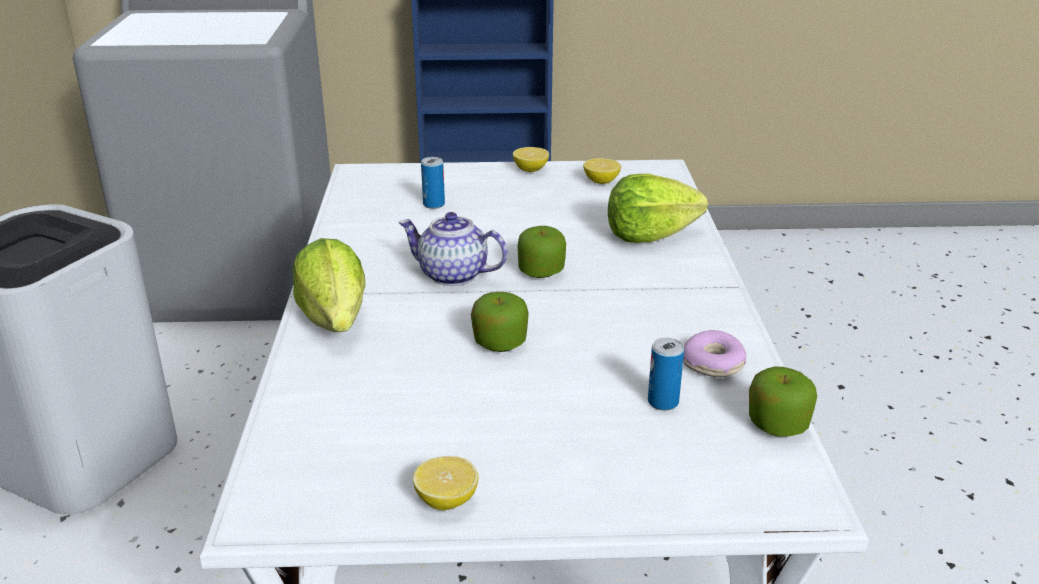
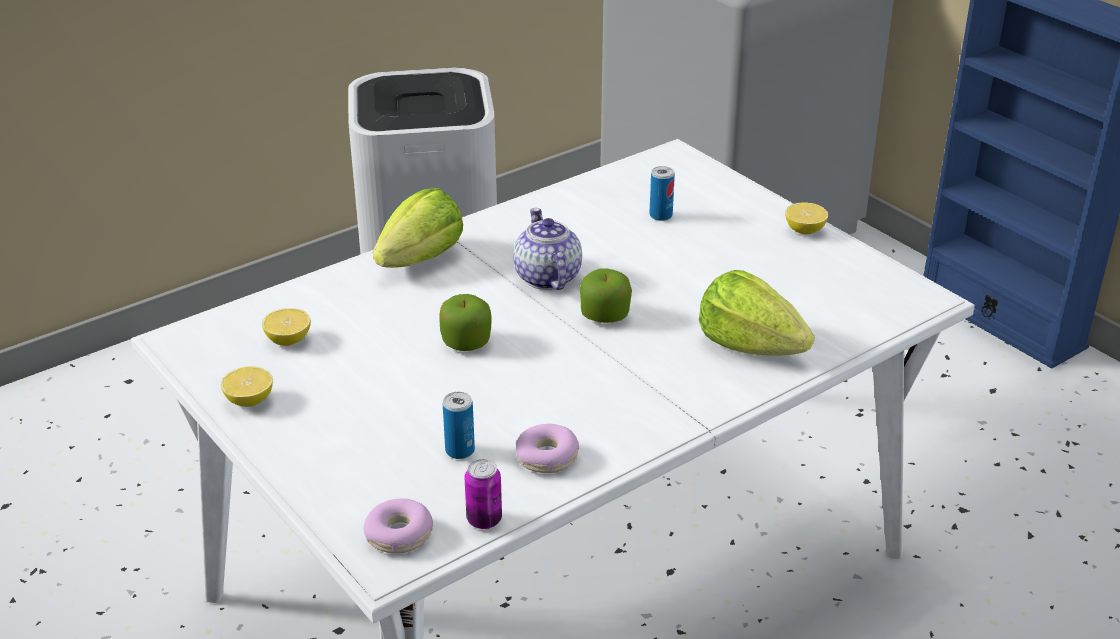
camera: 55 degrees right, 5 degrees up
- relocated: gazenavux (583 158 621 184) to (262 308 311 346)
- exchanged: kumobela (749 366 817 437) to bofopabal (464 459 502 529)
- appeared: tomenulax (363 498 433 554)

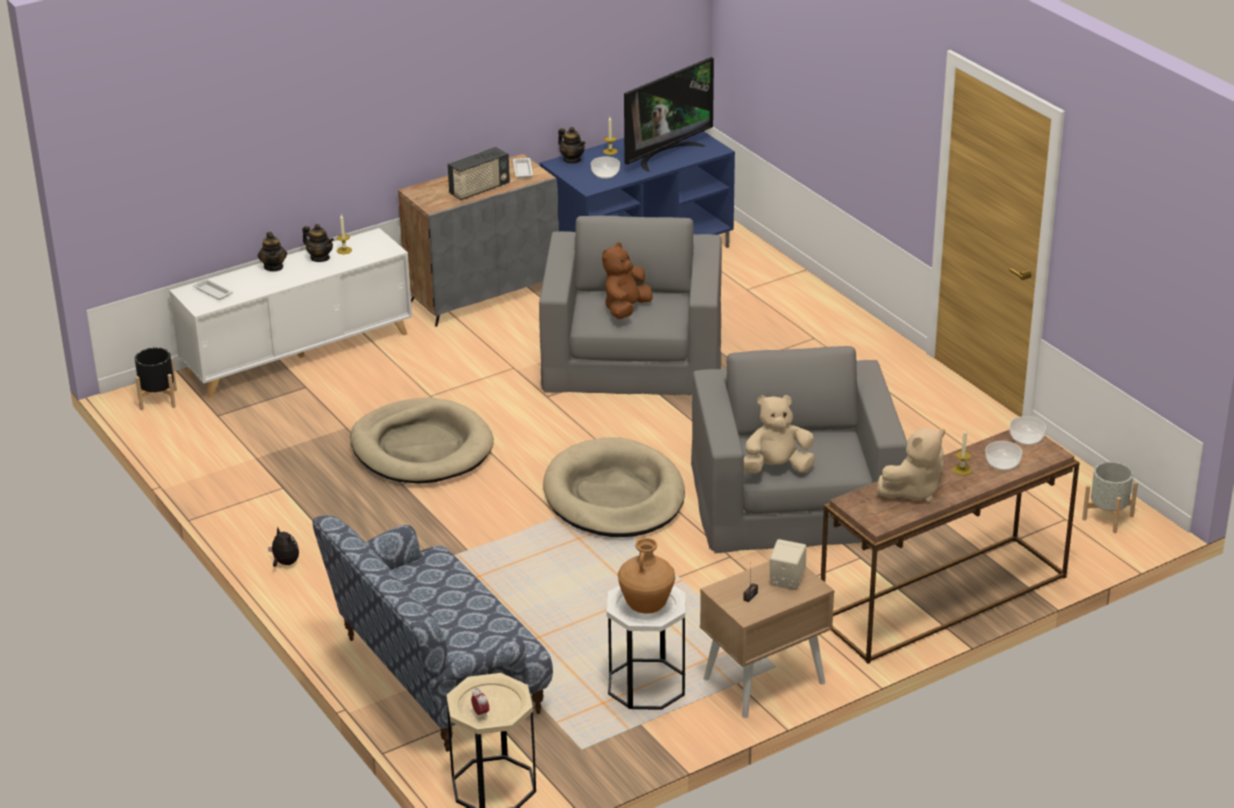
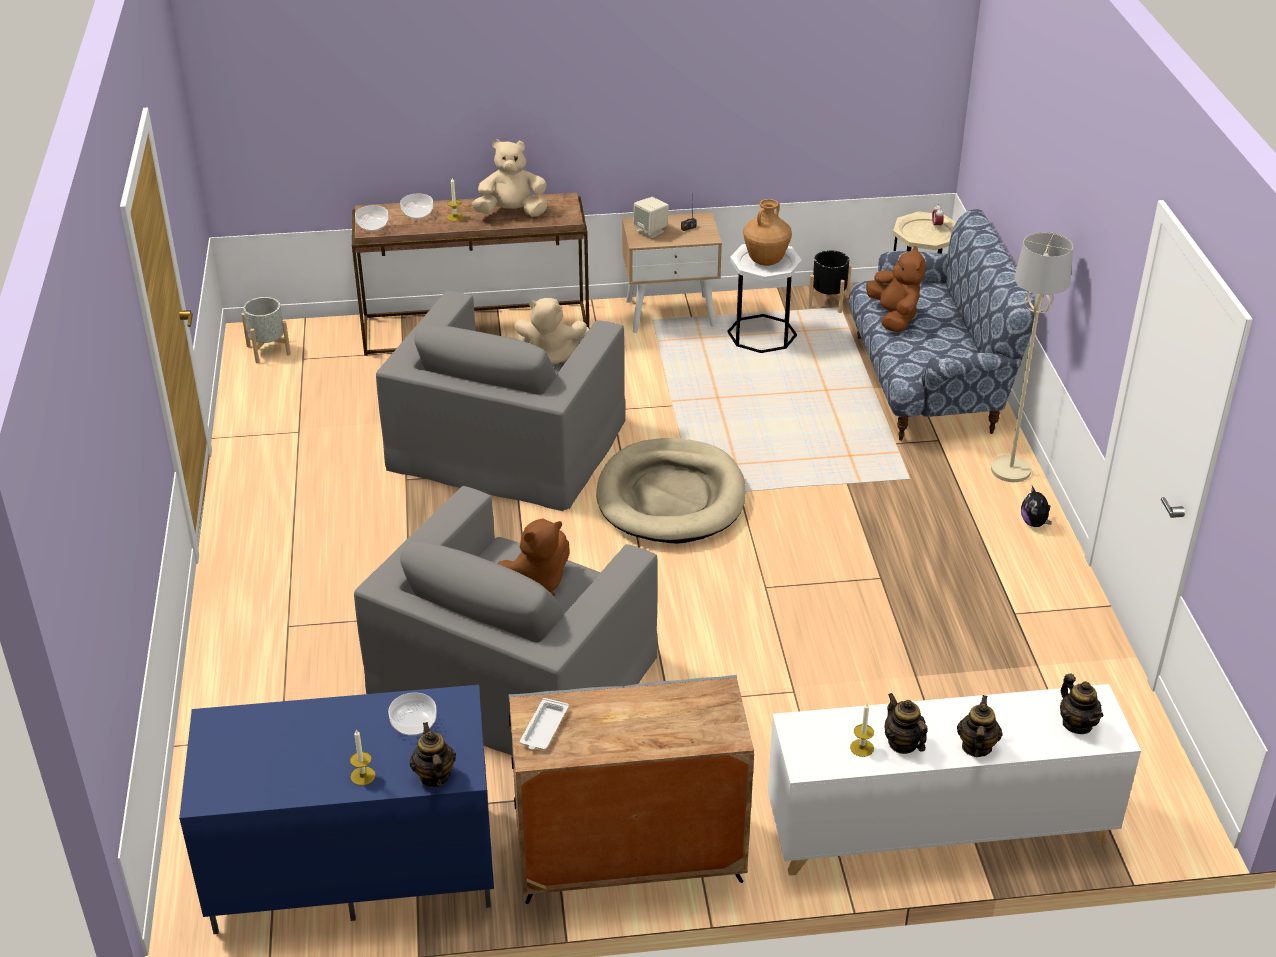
camera: 155 degrees left, 5 degrees up
- missing: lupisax (624 57 714 172)
- missing: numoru (448 147 510 200)
- exchanged: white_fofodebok (193 279 233 300) to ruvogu (1060 674 1103 734)
- relocated: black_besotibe (135 347 177 410) to (808 250 852 313)
- missing: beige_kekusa (351 398 494 484)
- appeared: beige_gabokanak (991 232 1073 482)
- appeared: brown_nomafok (866 246 926 332)

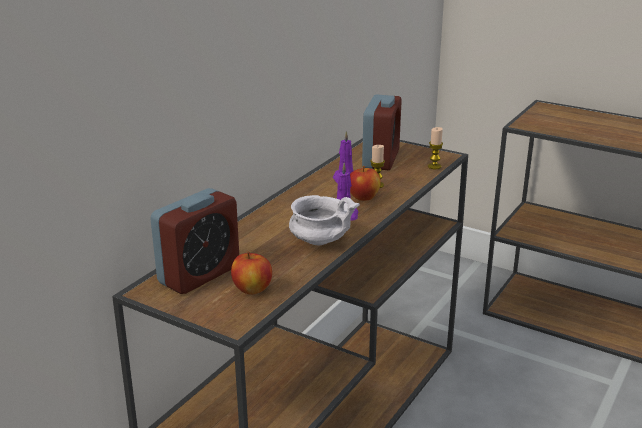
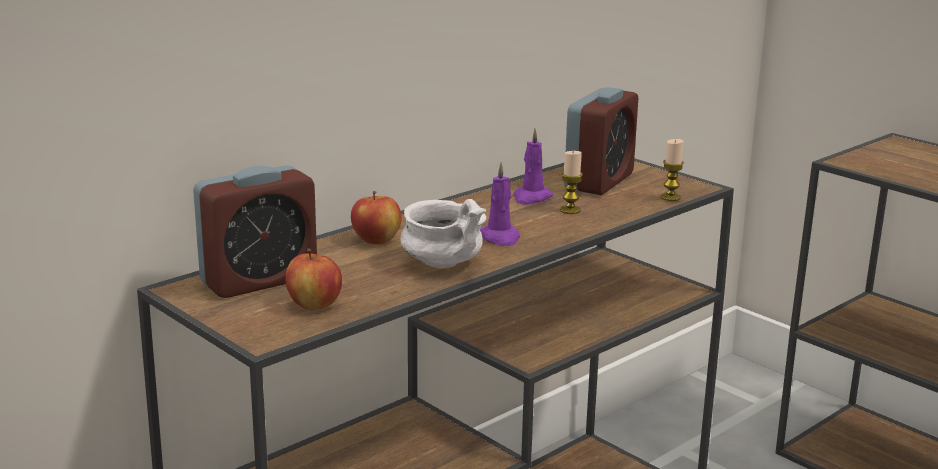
camera: 15 degrees right, 5 degrees down
- relocated: kumobela (350 166 381 201) to (351 191 402 244)

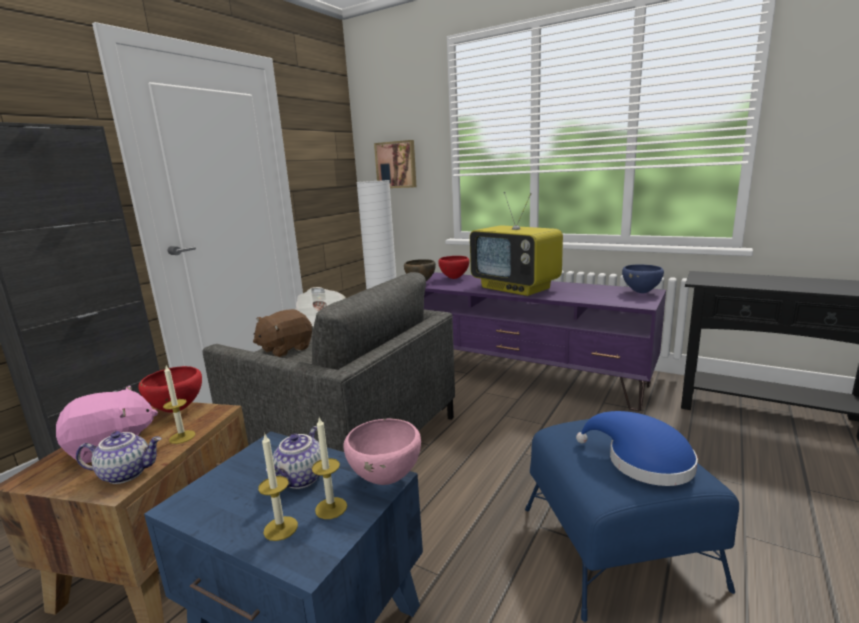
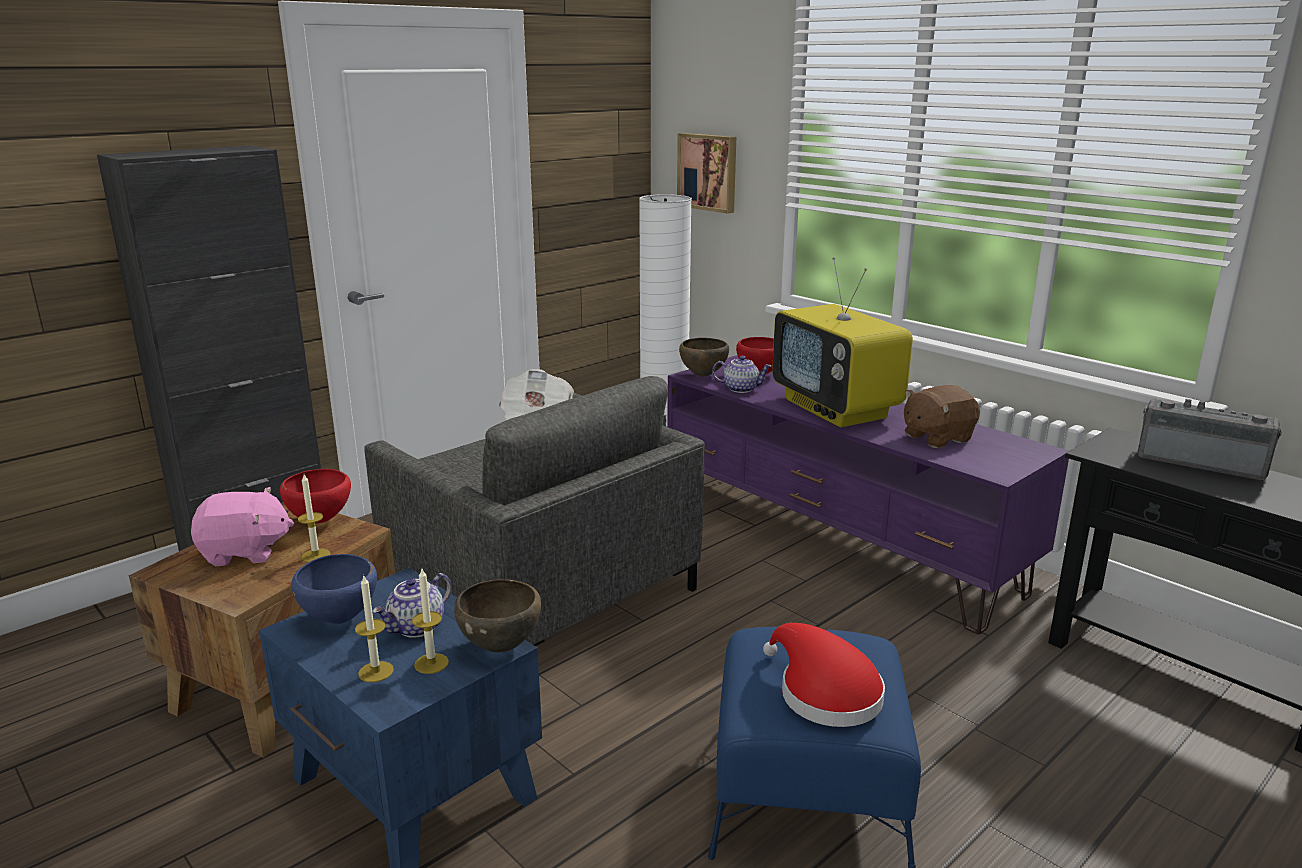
camera: 15 degrees right, 5 degrees up
- relocated: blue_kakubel (622 264 664 293) to (291 554 377 624)
- relocated: brown_nomafok (253 309 312 357) to (904 385 980 448)
- colour: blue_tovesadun (576 411 698 486) to red_tovesadun (763 623 885 727)
- colour: pink_kakubel (344 418 421 485) to brown_kakubel (454 579 541 653)
- relocated: ruvogu (76 431 162 484) to (712 356 772 393)
- appeared: numoru (1138 398 1282 480)

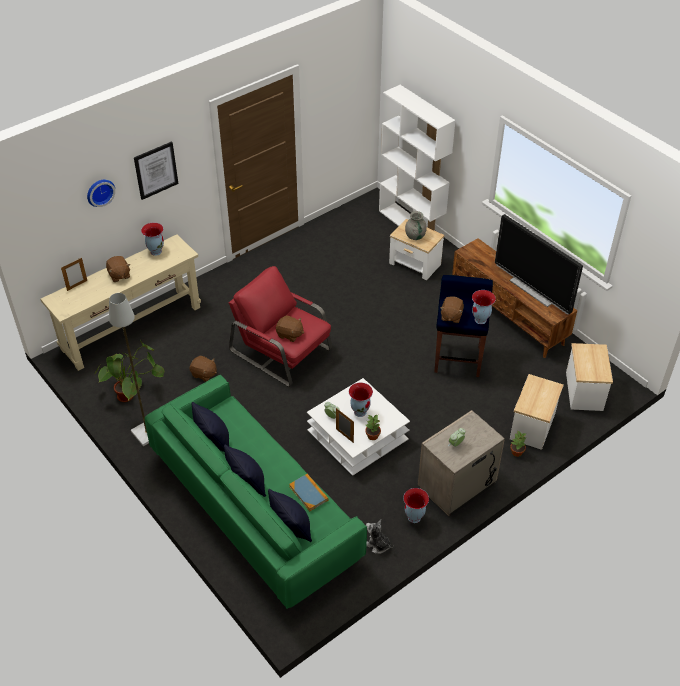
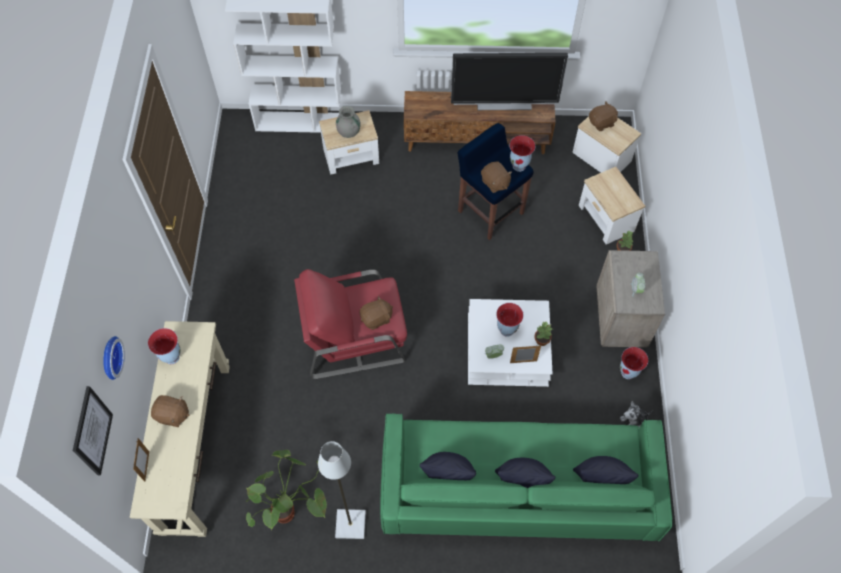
camera: 50 degrees left, 15 degrees up
- relocated: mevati (134 141 179 200) to (73 386 113 475)
- relocated: brown_nomafok (189 356 217 382) to (589 102 618 131)
- missing: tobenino (289 474 329 511)

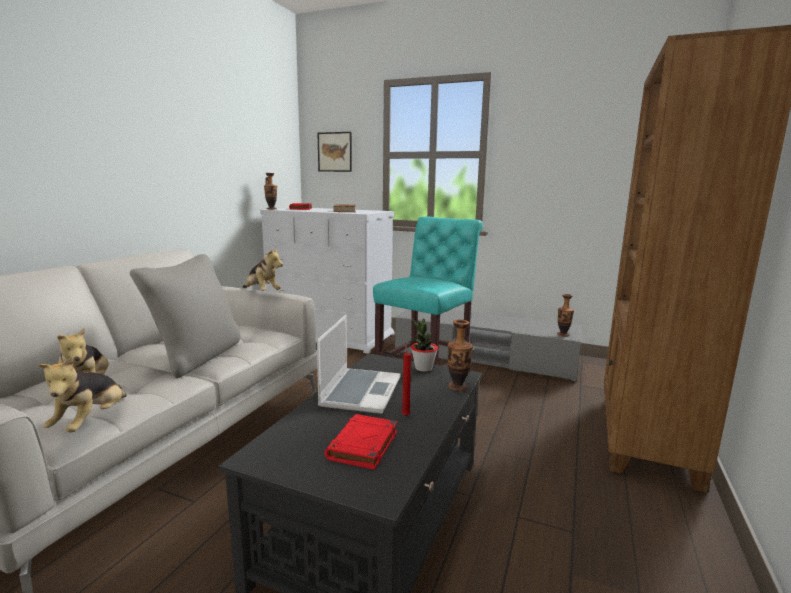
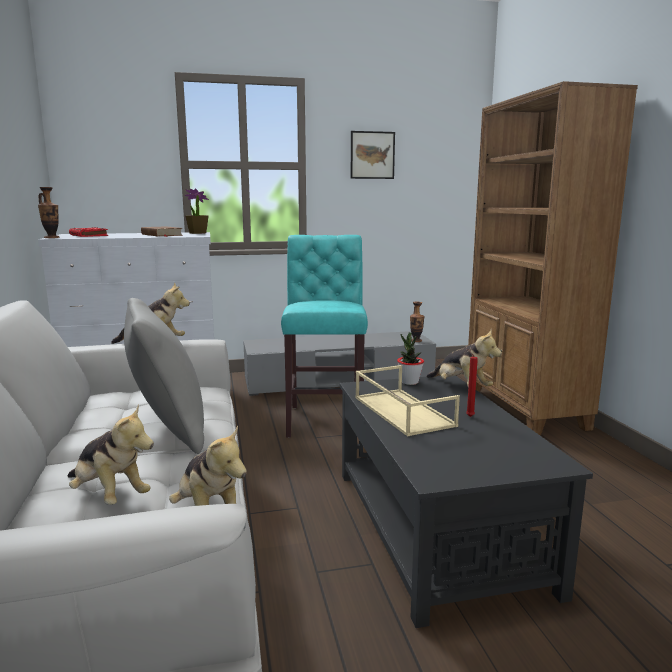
camera: 35 degrees left, 0 degrees up
- relocated: mevati (317 132 352 172) to (351 131 395 179)
- exchanged: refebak (317 315 401 414) to beige_fofodebok (355 365 460 437)
- exchanged: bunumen (448 319 473 391) to nomafok (426 329 502 387)
- missing: red_tobenino (325 414 397 470)
- appeared: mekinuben (185 189 209 234)

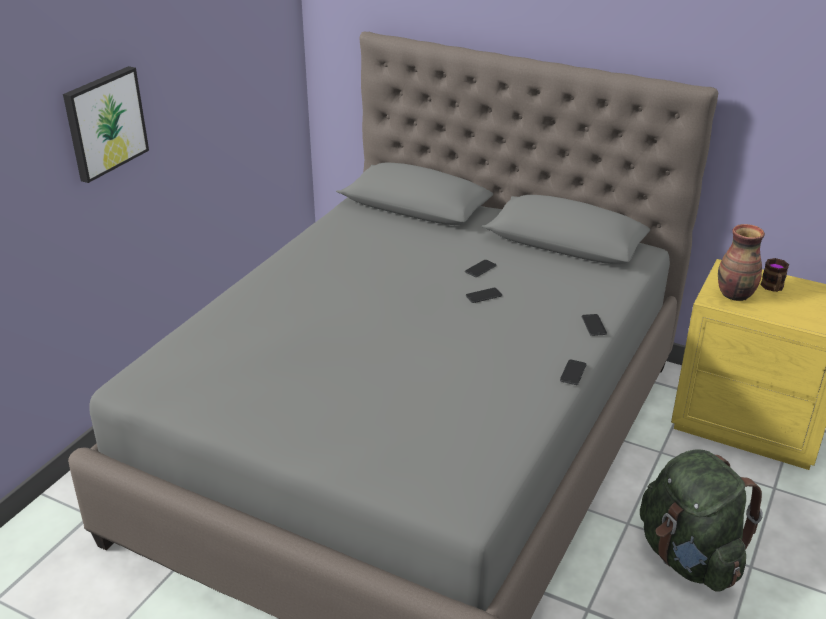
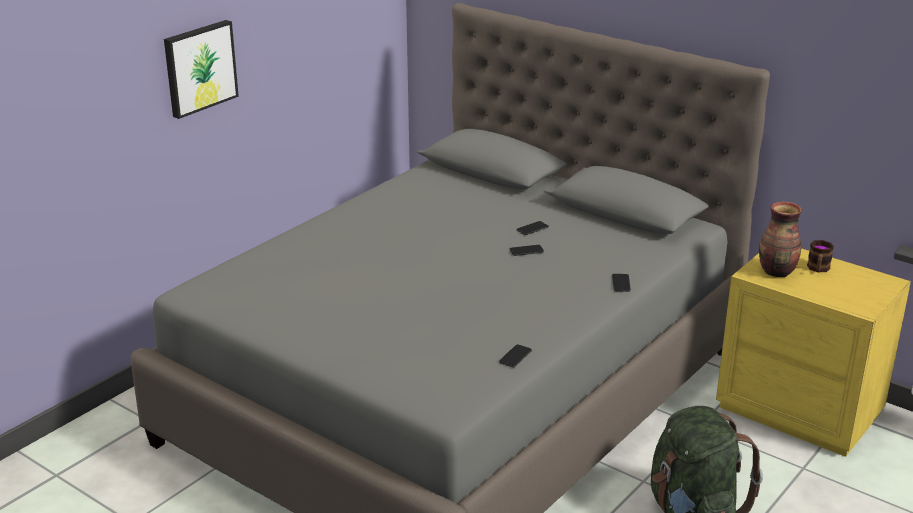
camera: 10 degrees right, 5 degrees down
- relocated: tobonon (560 359 586 385) to (499 345 532 367)

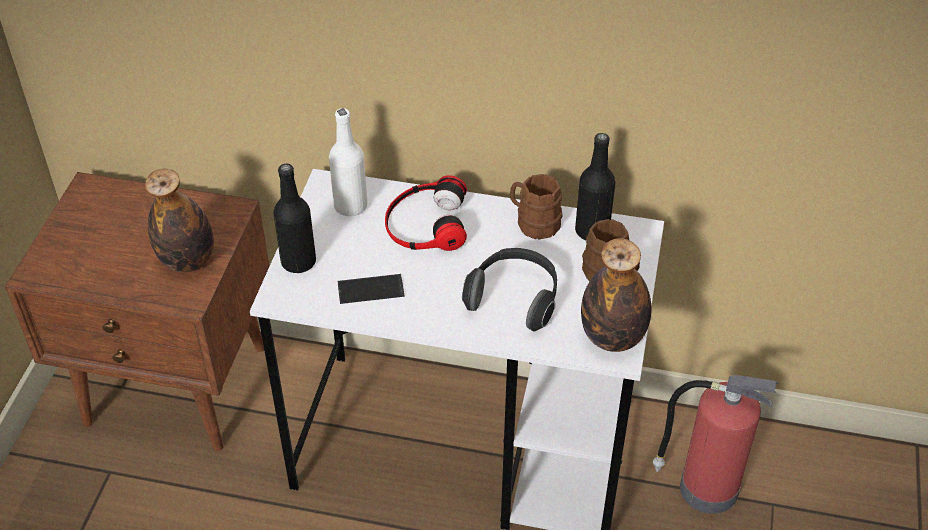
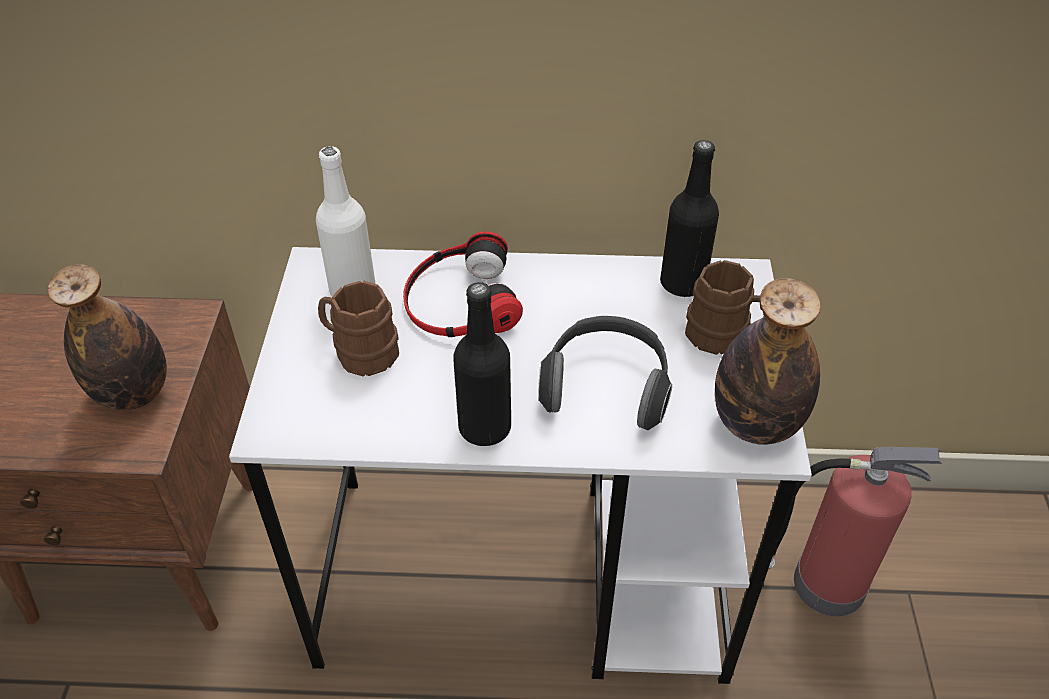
camera: 10 degrees left, 0 degrees up
- relocated: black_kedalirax (273 164 316 273) to (454 282 511 446)
- relocated: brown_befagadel (510 174 563 239) to (318 281 399 377)
- missing: tobonon (337 274 405 304)

